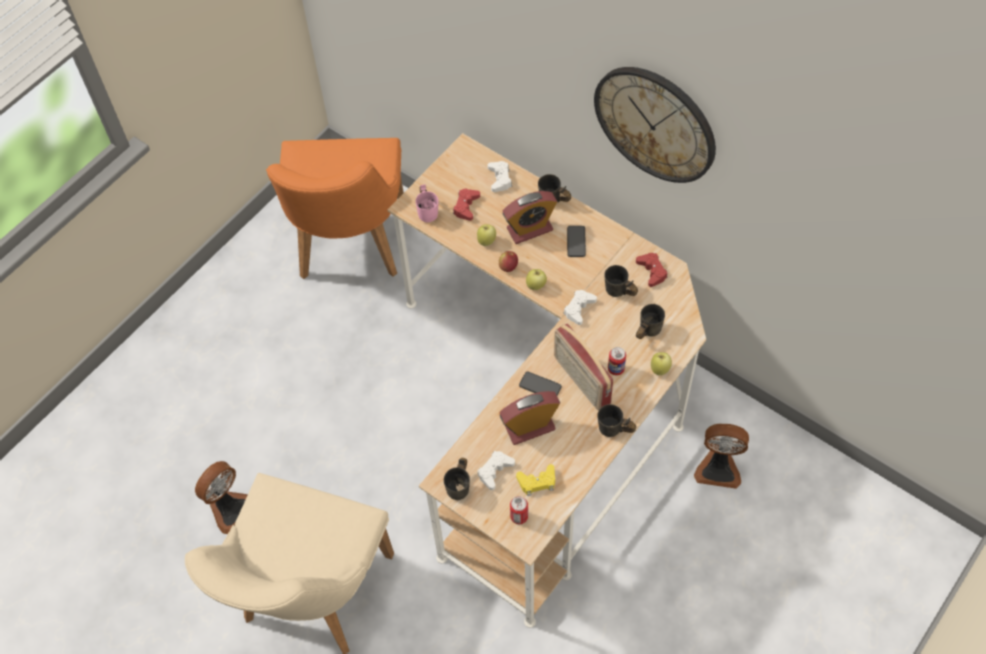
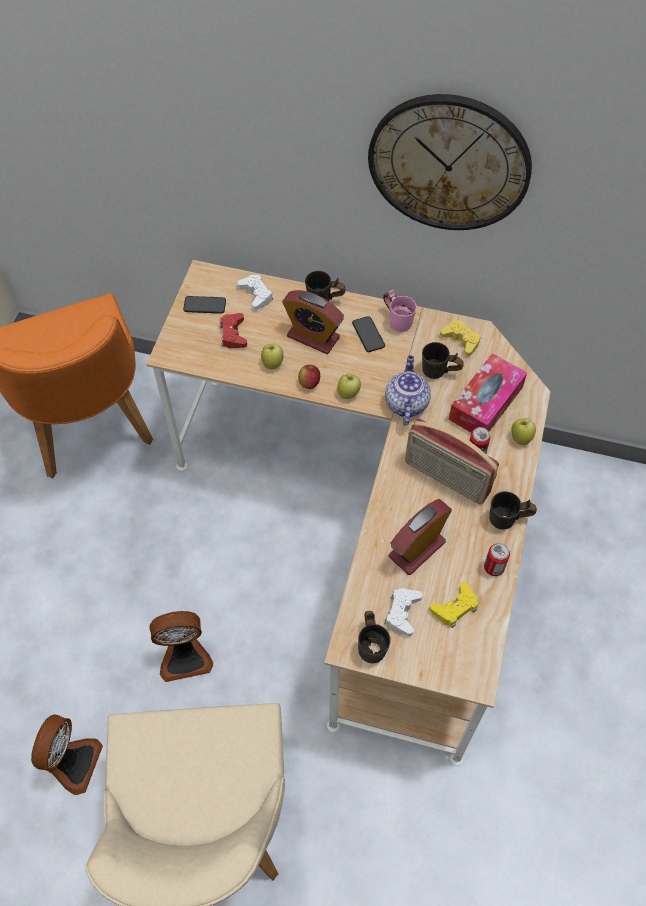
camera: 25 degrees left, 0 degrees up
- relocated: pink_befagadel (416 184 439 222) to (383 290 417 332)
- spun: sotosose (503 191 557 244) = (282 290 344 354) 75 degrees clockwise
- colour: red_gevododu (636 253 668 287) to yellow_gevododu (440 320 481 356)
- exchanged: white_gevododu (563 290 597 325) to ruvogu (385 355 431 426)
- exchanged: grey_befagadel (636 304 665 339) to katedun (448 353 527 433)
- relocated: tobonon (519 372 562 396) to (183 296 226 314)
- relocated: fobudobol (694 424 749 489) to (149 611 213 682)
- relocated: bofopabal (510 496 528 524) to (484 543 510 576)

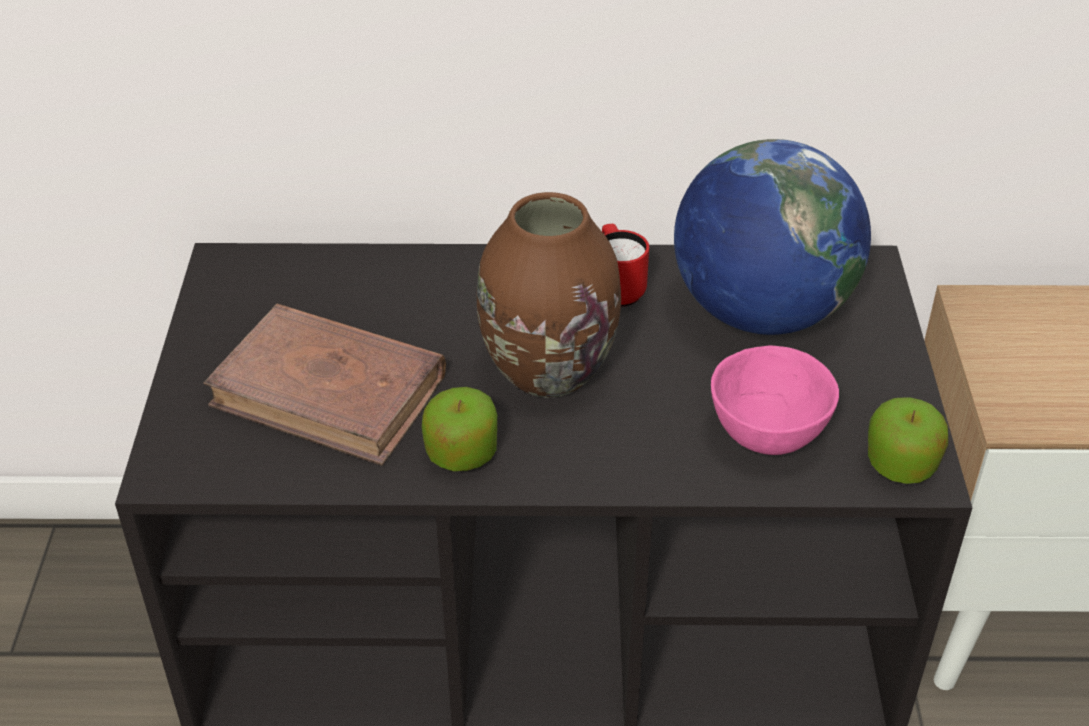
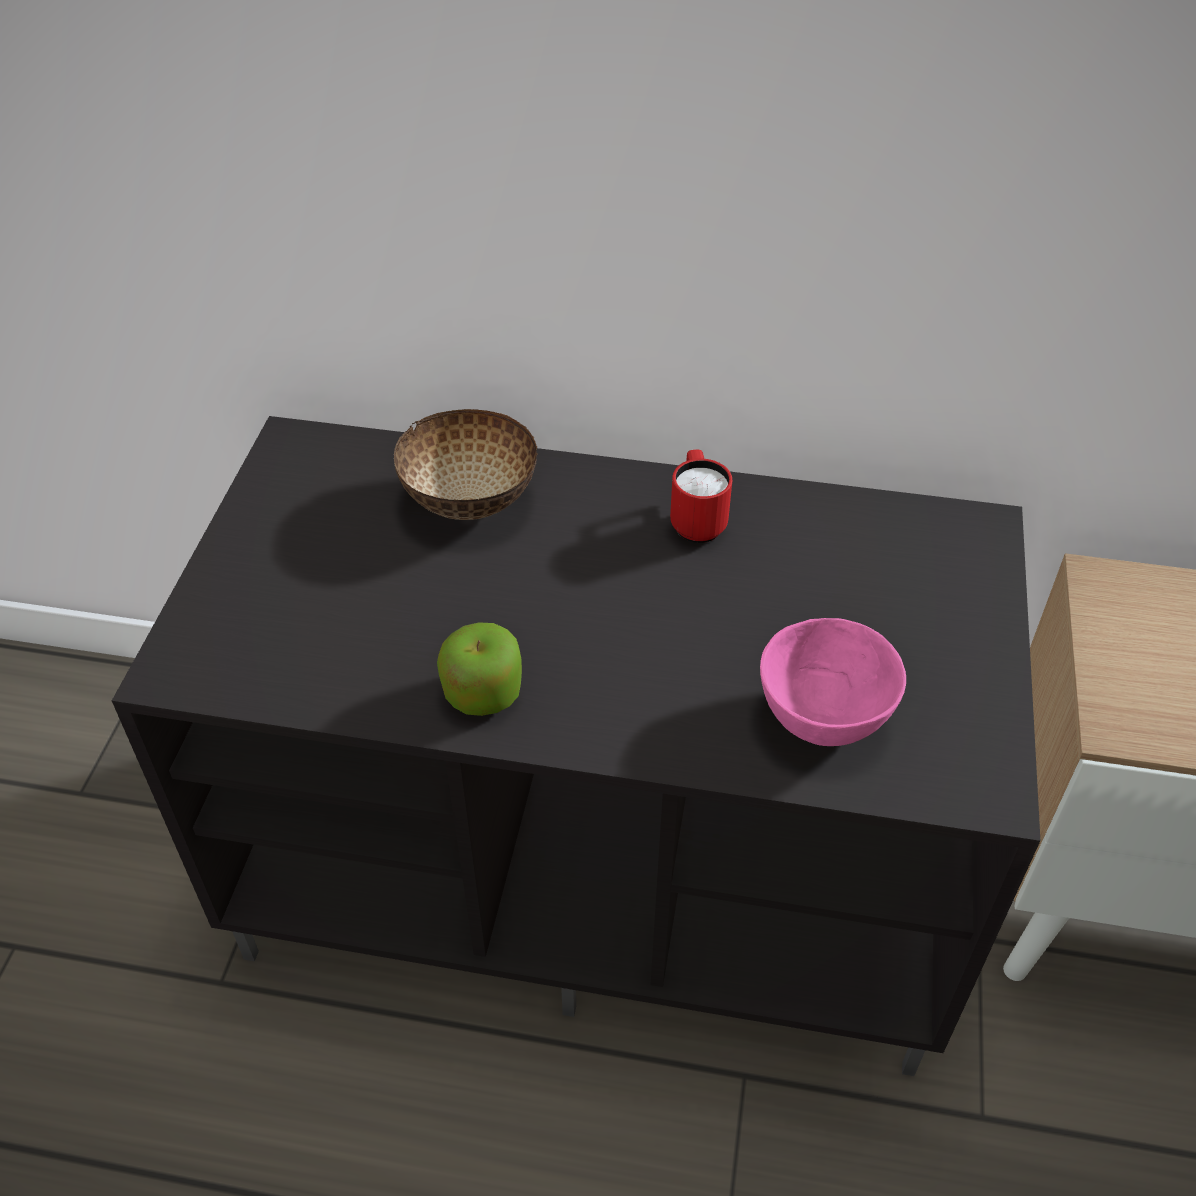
camera: 10 degrees right, 5 degrees up
- missing: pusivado (674 139 871 335)
- missing: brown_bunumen (477 192 621 398)
- missing: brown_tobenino (204 304 446 466)
- missing: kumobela (868 397 948 484)
- appeared: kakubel (394 409 537 520)

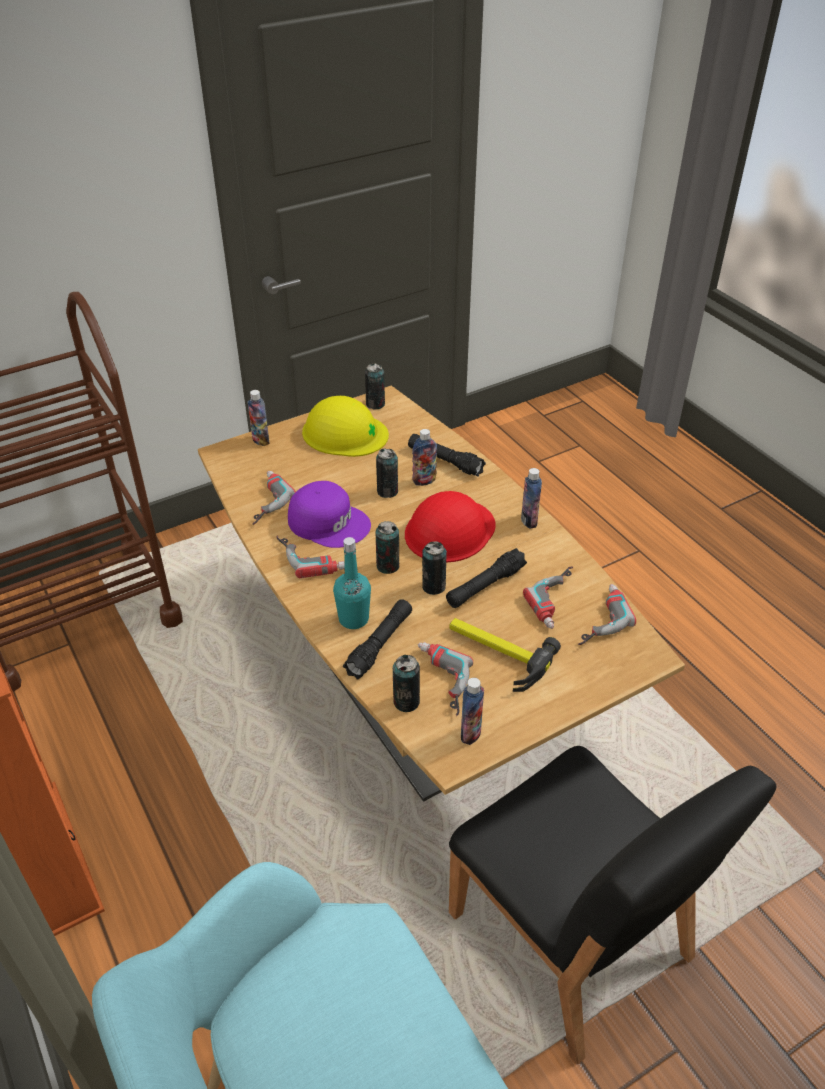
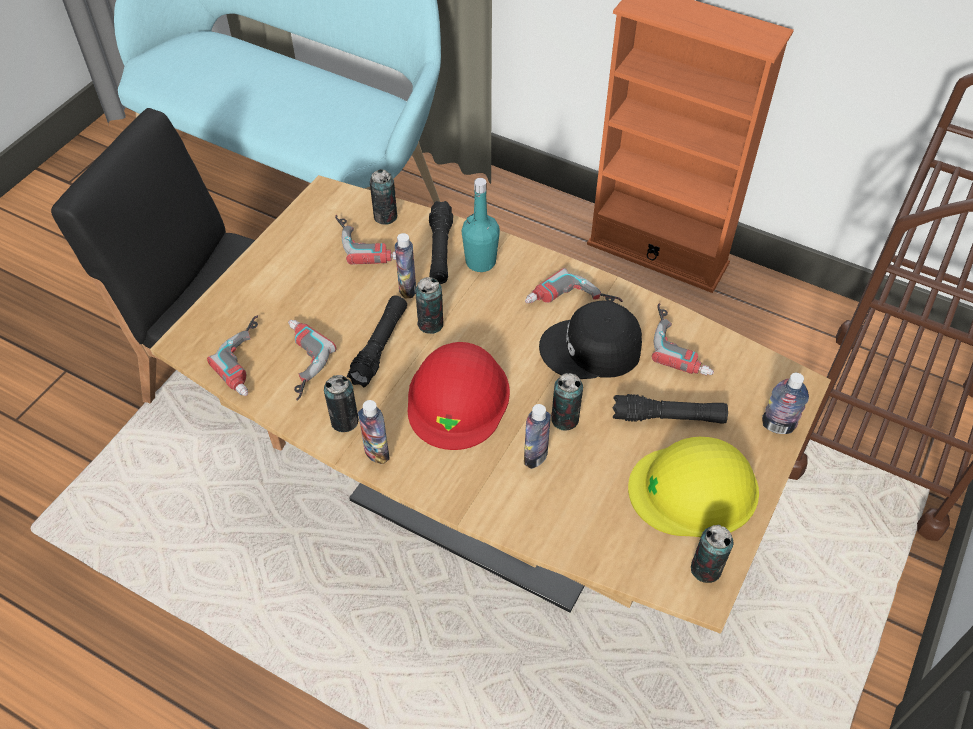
camera: 150 degrees right, 10 degrees up
- relocated: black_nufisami (408 434 486 477) to (613 394 728 424)
- colour: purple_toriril (288 481 371 548) to black_toriril (539 301 642 379)
- relocated: bofopabal (376 521 400 574) to (324 375 359 432)
- missing: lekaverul (450 618 561 692)
- relocated: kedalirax (461 678 484 745) to (395 233 416 299)

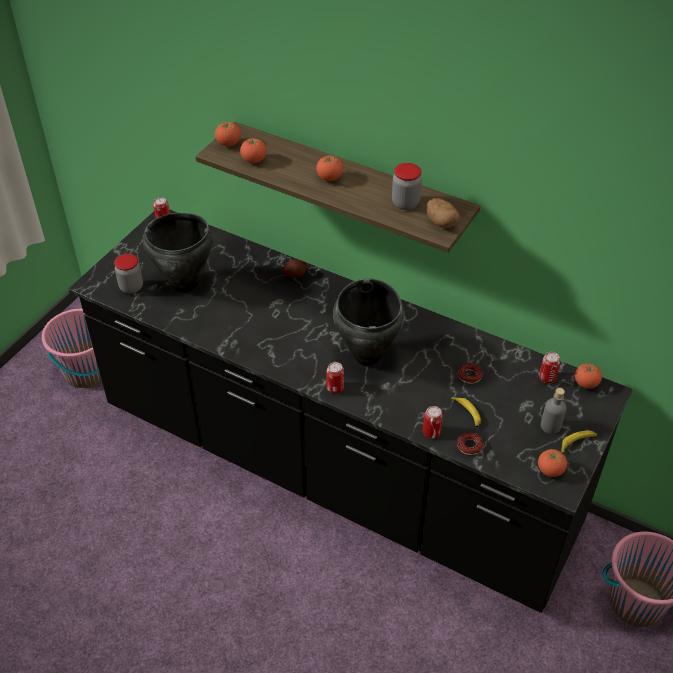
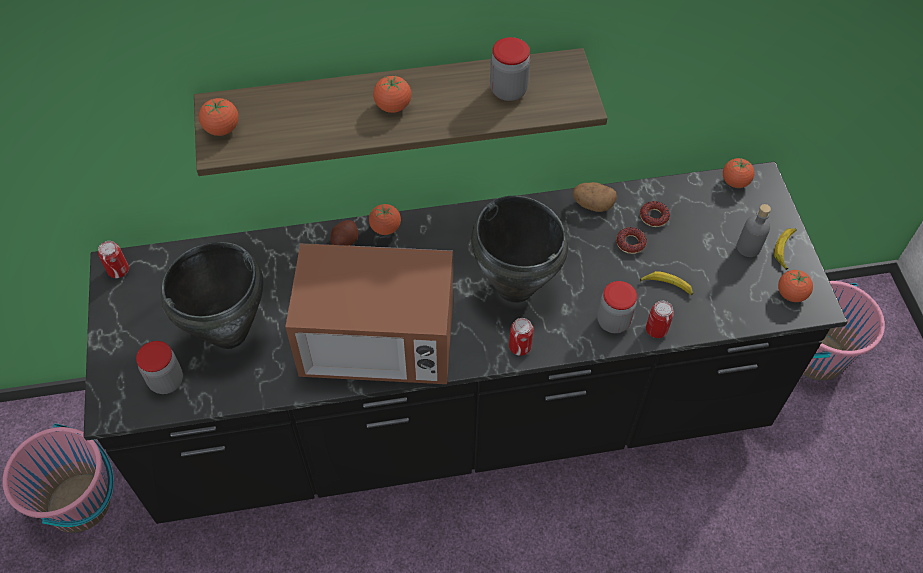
camera: 40 degrees left, 10 degrees up
- relocated: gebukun (240 138 267 163) to (369 204 401 235)
- relocated: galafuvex (427 198 459 228) to (573 182 617 212)
- missing: bofopabal (539 352 561 383)
- relocated: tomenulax (457 432 484 455) to (640 201 670 227)
- appeared: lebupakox (285 243 453 384)
- appeared: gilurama (597 281 637 333)

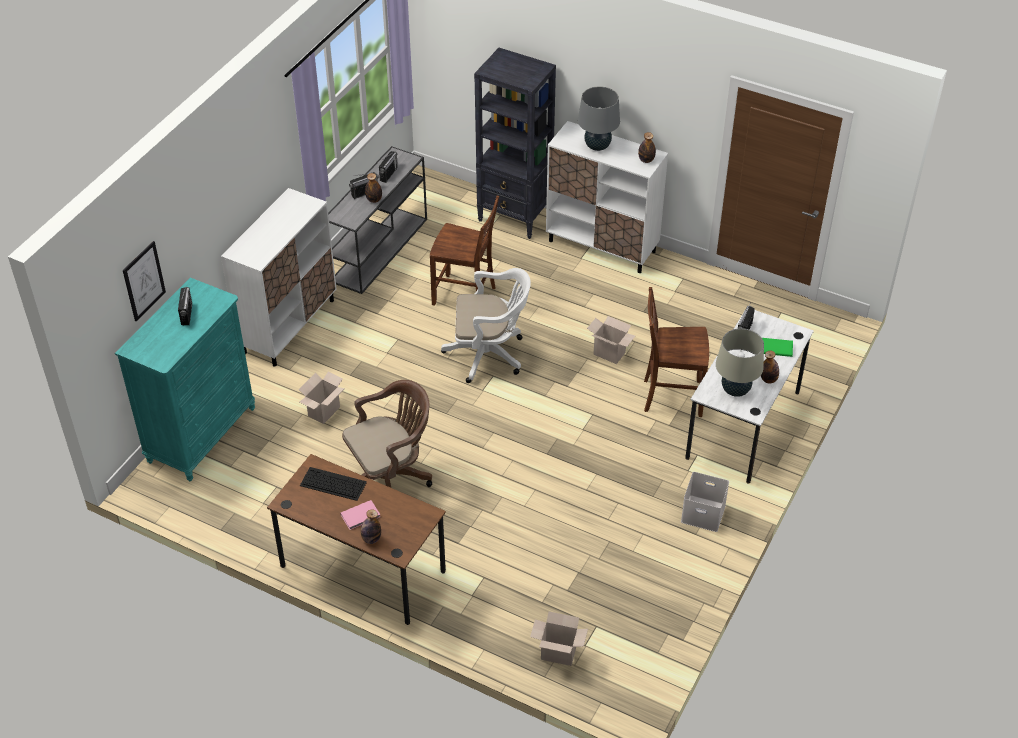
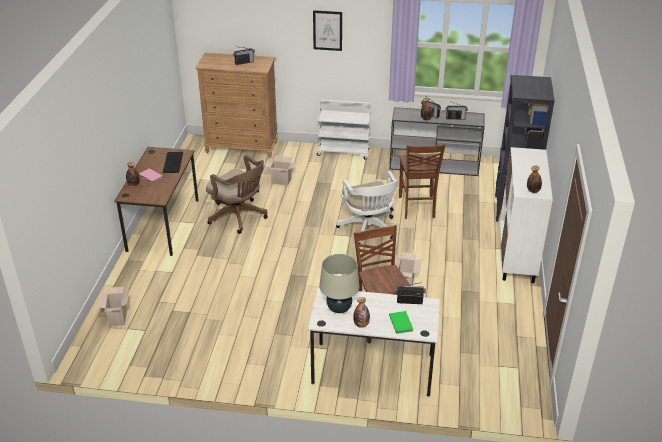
camera: 70 degrees right, 10 degrees down
- missing: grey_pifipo (578 86 620 151)
- exchanged: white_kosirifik (221 188 336 367) to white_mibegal (317 100 371 160)
- relocated: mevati (123 241 166 321) to (313 10 342 51)
- colour: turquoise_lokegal (115 278 255 481) to brown_lokegal (196 53 278 158)
- missing: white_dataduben (681 472 729 532)

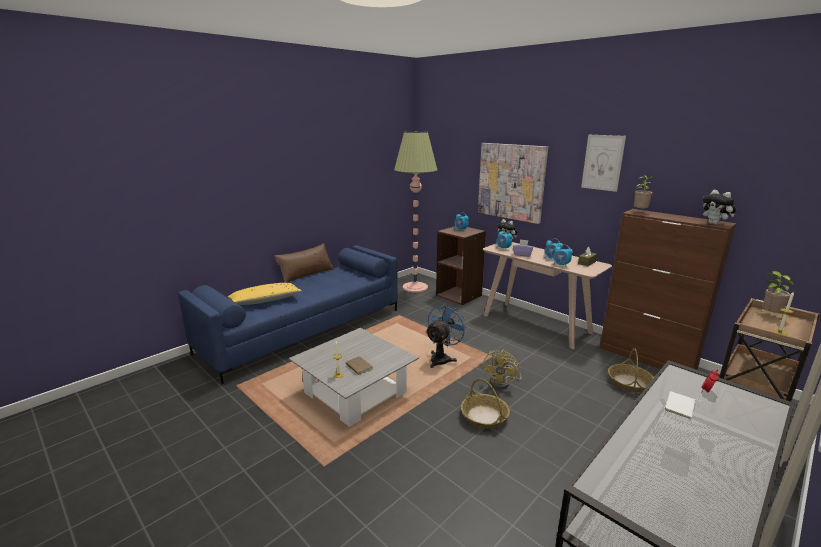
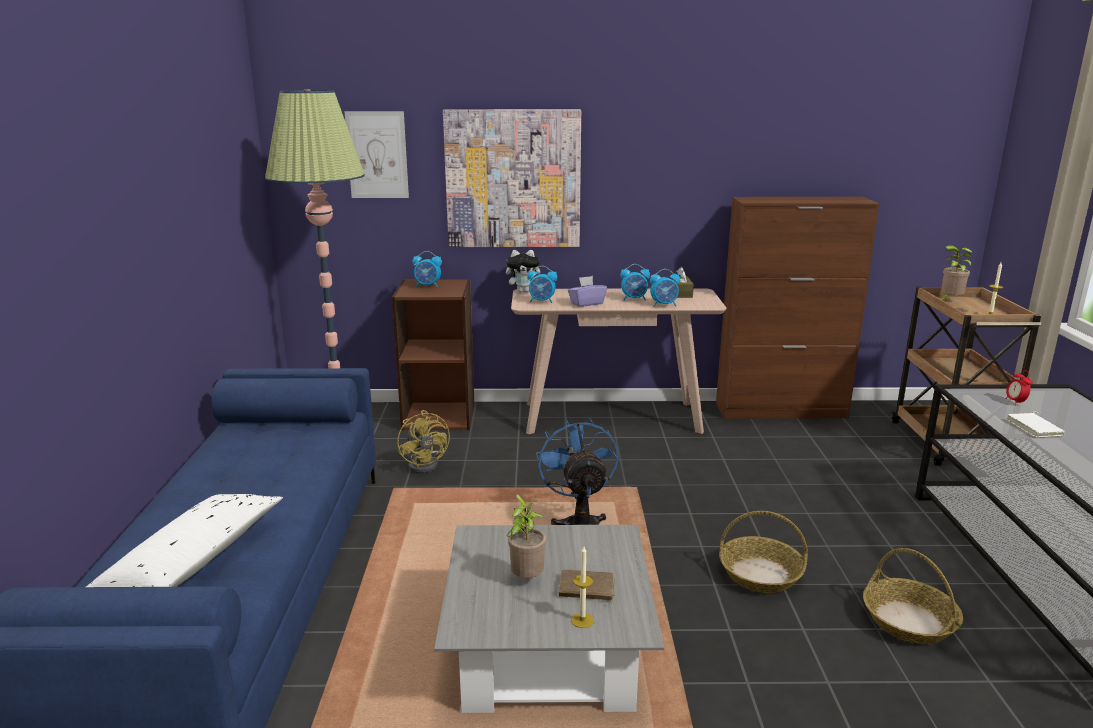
camera: 45 degrees left, 0 degrees up
- relocated: mevati (581 135 626 192) to (344 111 409 198)
- relocated: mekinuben (634 175 654 209) to (507 494 546 578)
- missing: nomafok (703 190 736 225)
- missing: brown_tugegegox (274 243 334 283)
- colour: yellow_tugegegox (228 283 302 305) to white_tugegegox (86 494 283 587)
- relocated: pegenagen (608 348 654 392) to (863 548 963 644)
- relocated: yellow_fobudobol (483 349 522 389) to (397 410 450 474)

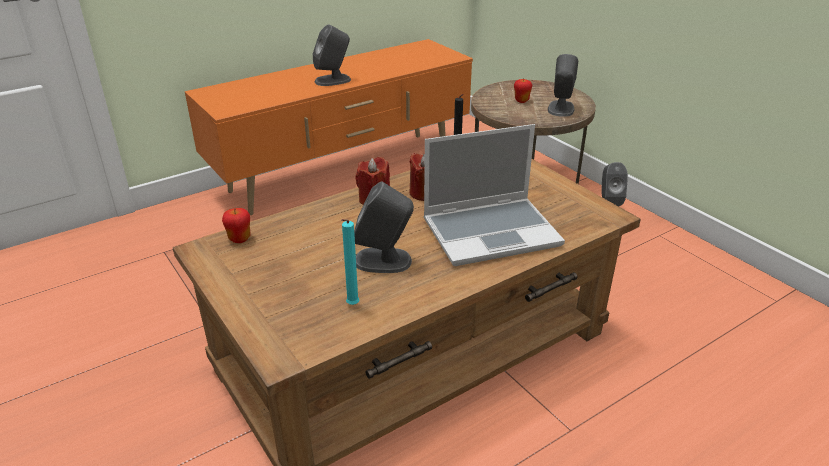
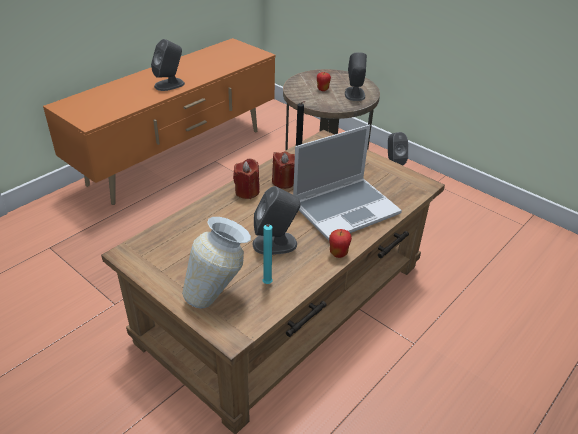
camera: 15 degrees left, 5 degrees up
- relocated: kumobela (222 208 251 243) to (329 229 352 258)
- appeared: bunumen (182 217 251 308)

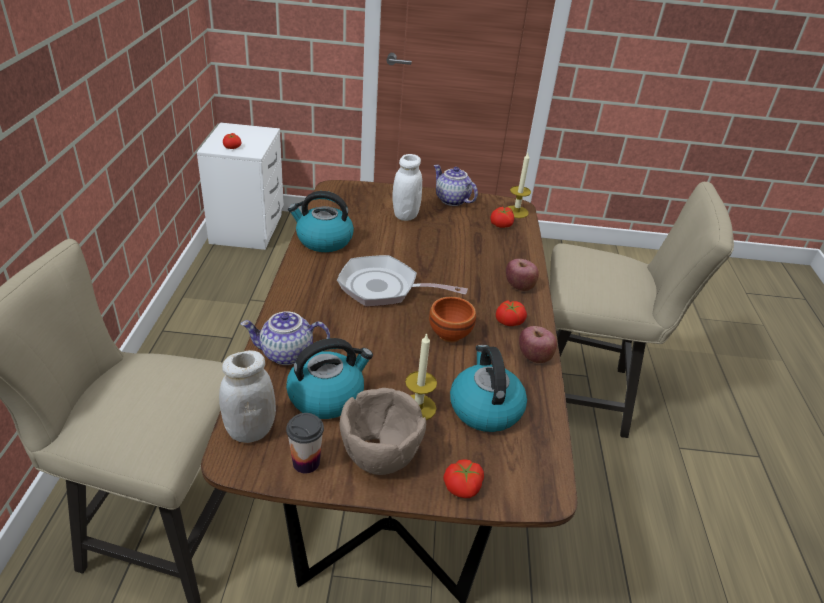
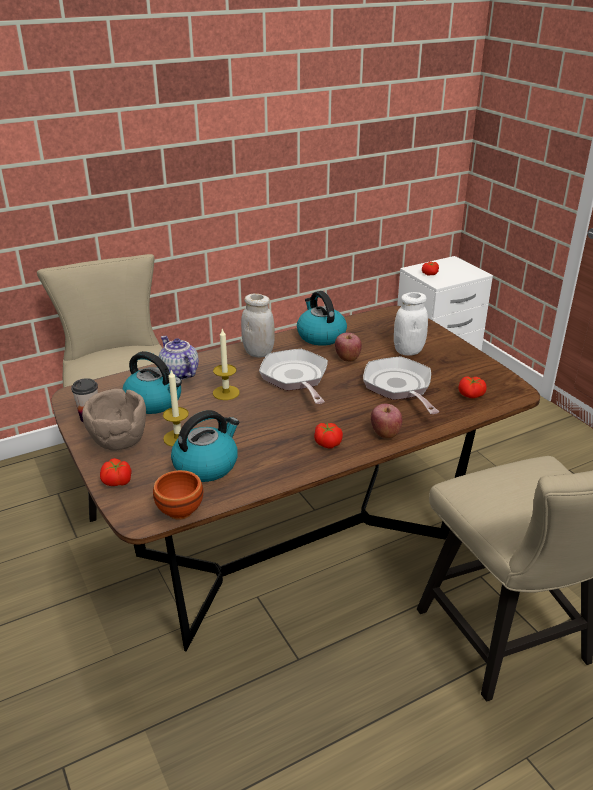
camera: 60 degrees right, 5 degrees down
- relocated: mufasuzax (506 153 531 218) to (213 328 240 400)
- missing: ruvogu (434 165 478 206)
- relocated: brown_kakubel (429 297 476 342) to (153 470 203 520)
- relocated: kumobela (519 326 557 363) to (335 333 362 362)
- relocated: white_gilurama (219 350 276 443) to (241 294 275 357)
- appeared: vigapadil (363 356 439 414)

